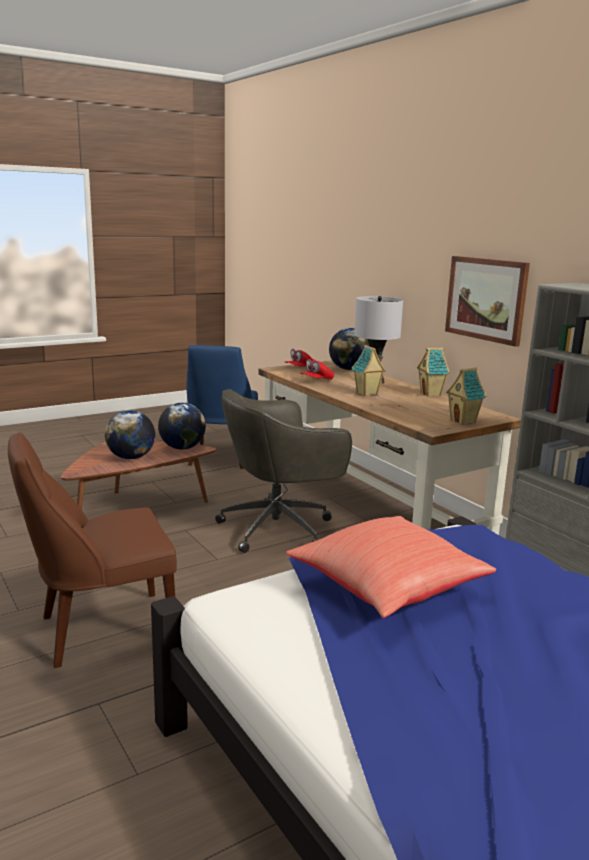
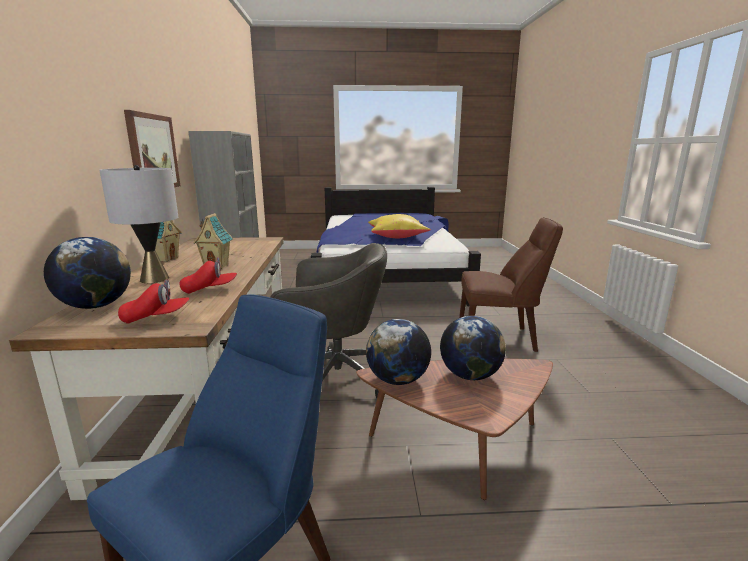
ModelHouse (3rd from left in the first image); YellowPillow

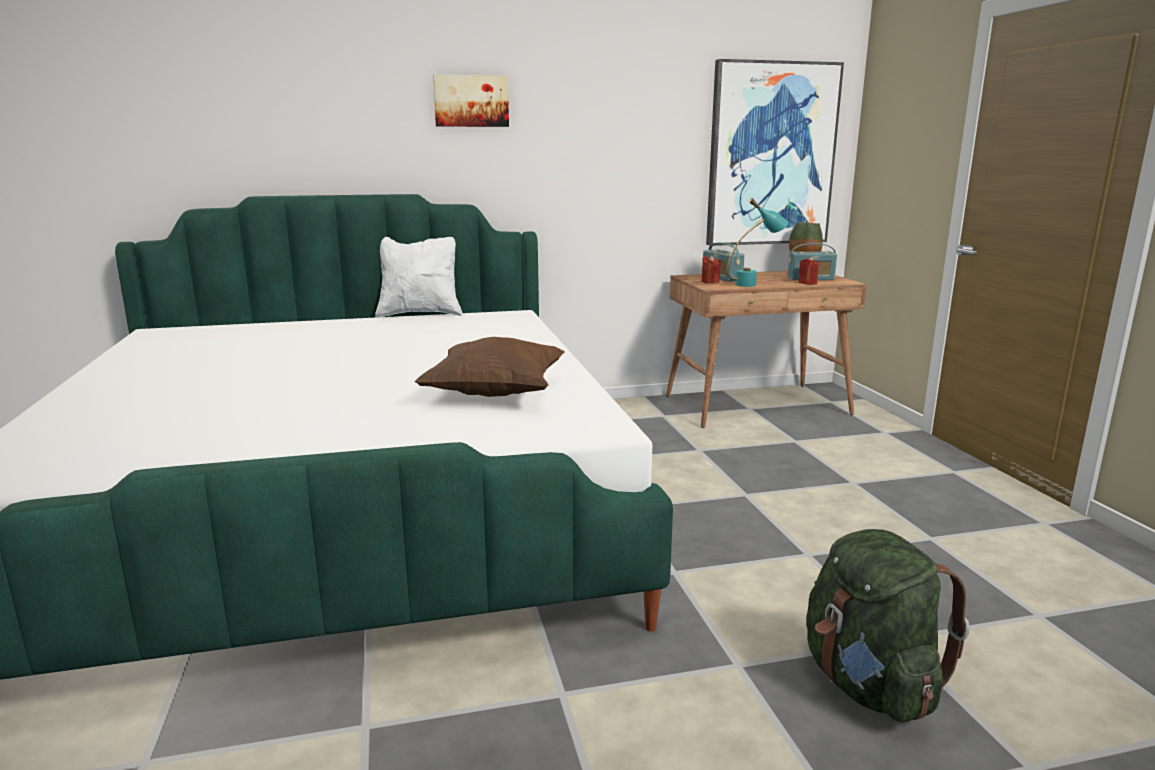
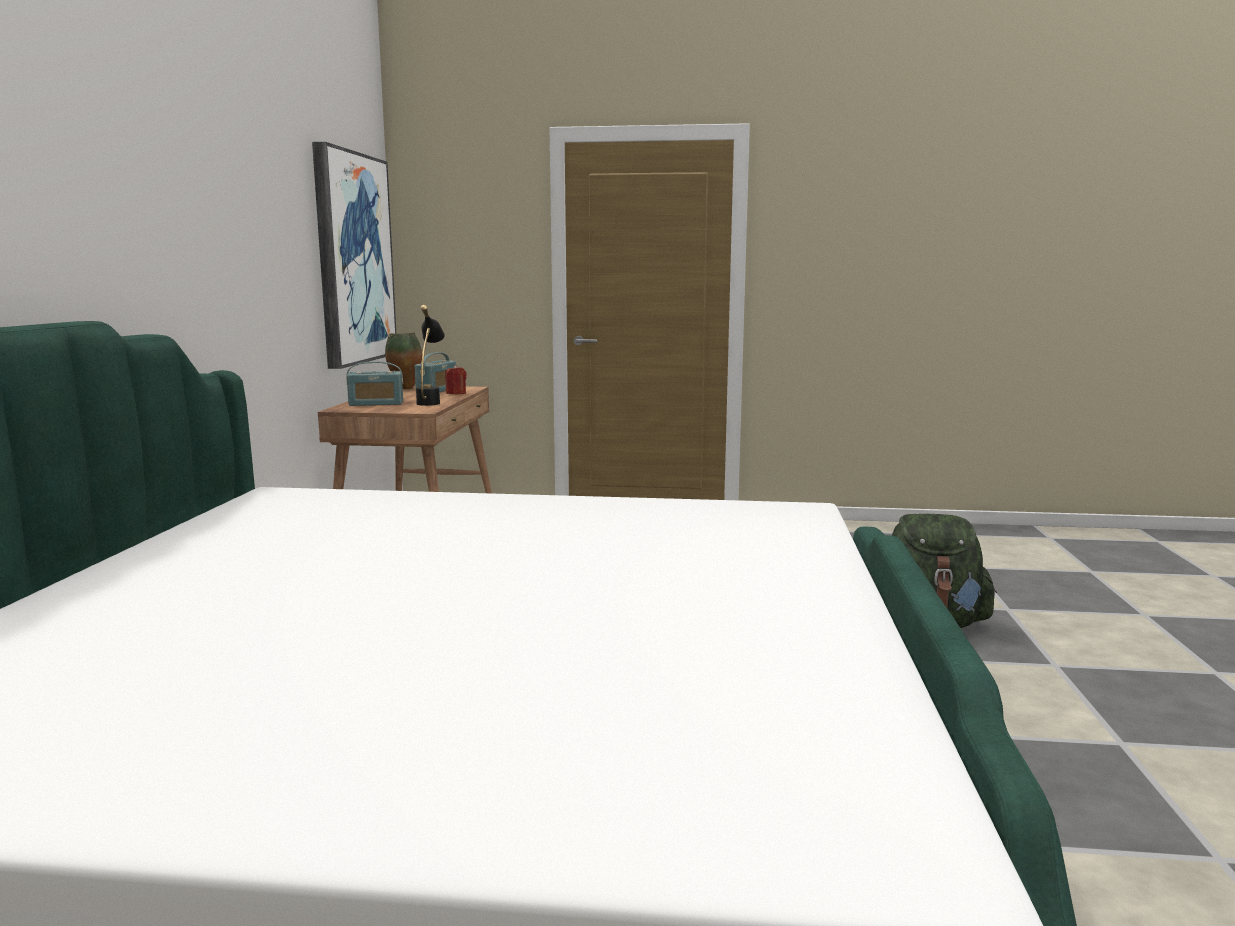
WhiteColouredPillow; BrownishPillow; WallArt (1st from left in the first image); ReddishWaxCandle (1st from left in the first image); BlackLampForATable

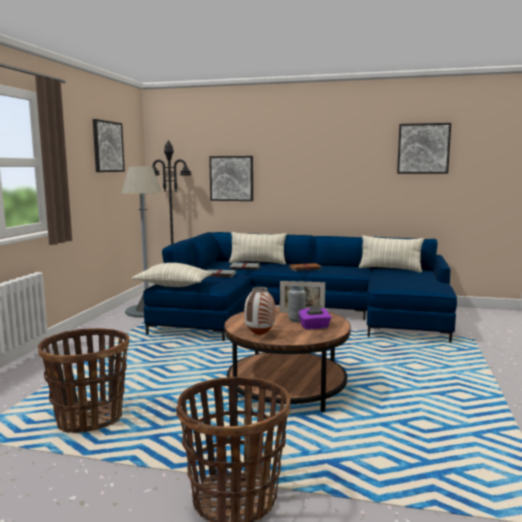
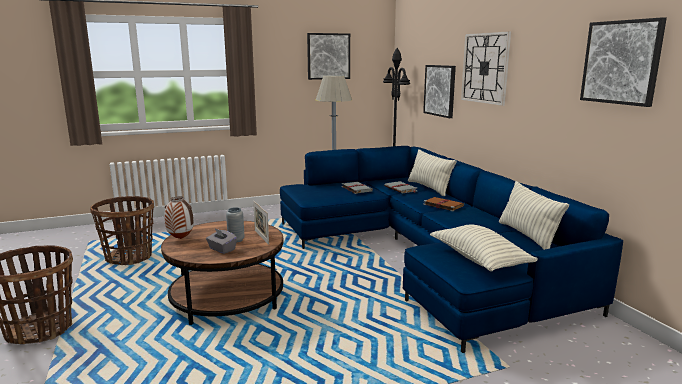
ClockOnTheWall; Pillow (2nd from left); GreyTissueBox

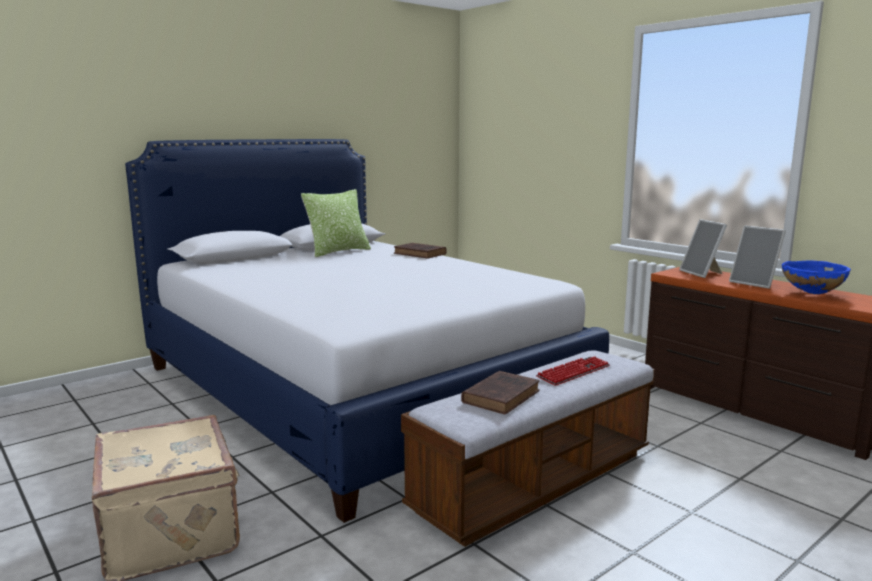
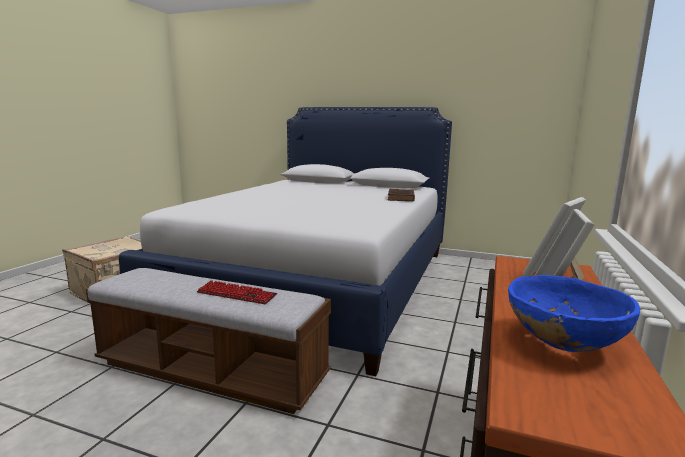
Pillow; BrownishBook (2nd from left in the first image)

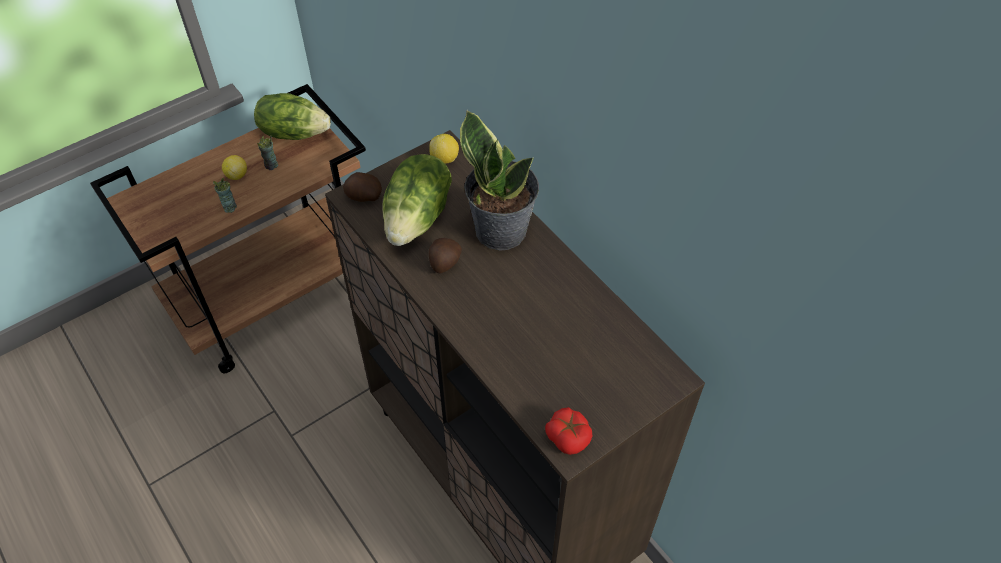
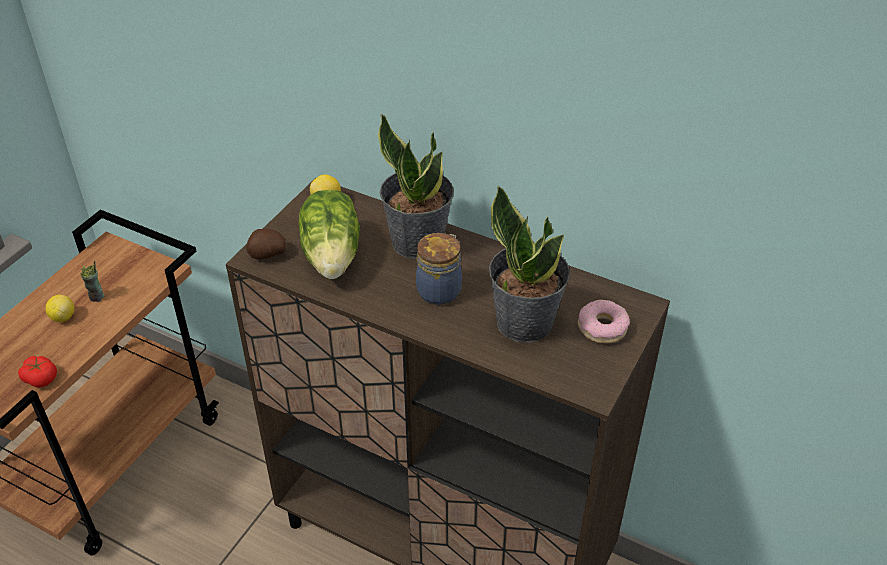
Cup (1st from left in the first image); HeadOfLettuce (1st from left in the first image); WholePotato (2nd from left in the first image); PreserveJar; PlantInAPot (2nd from left); Donut; FreshTomato

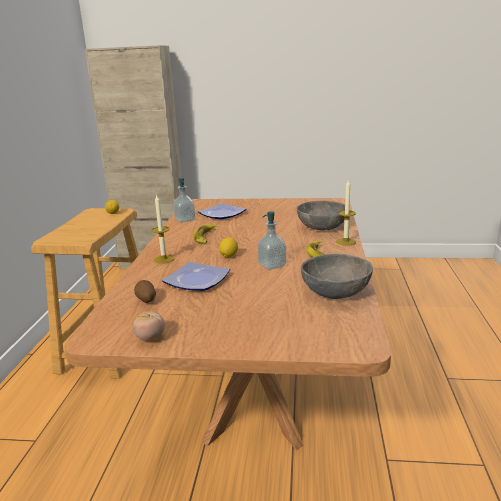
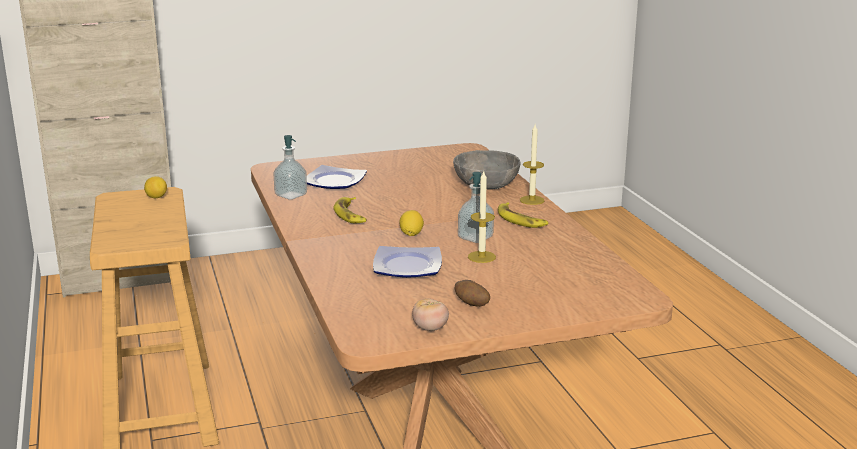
GreyServingBowl (2nd from left in the first image); WholePotato; WaxCandle (1st from left)

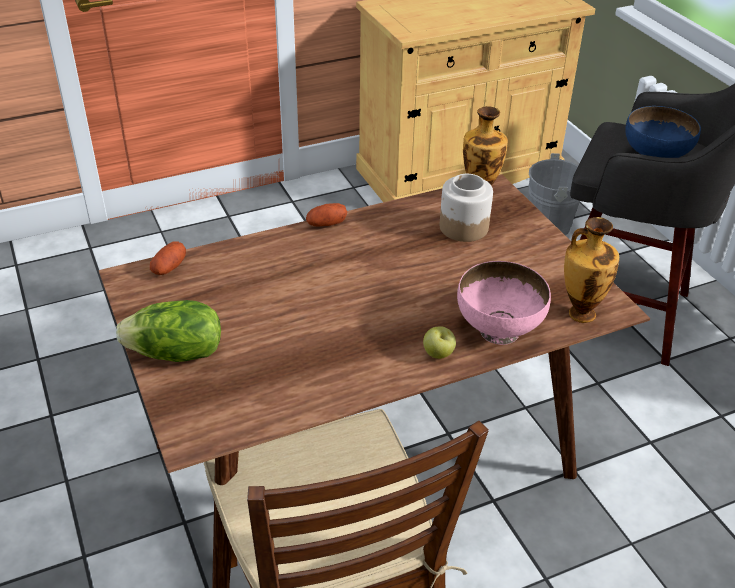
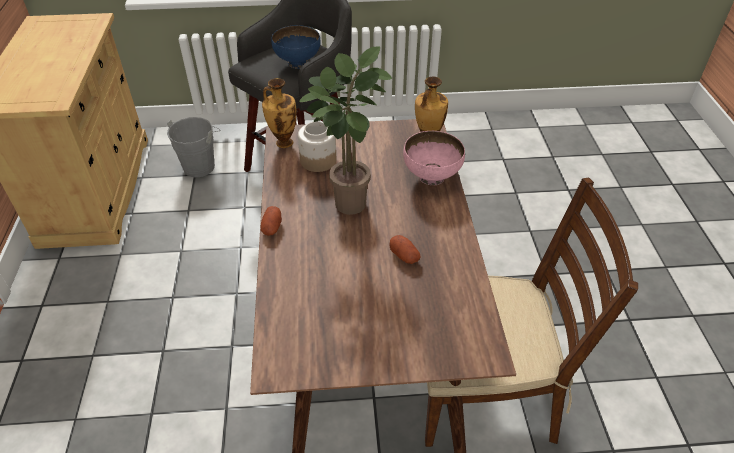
HeadOfLettuce; WholeApple; PlantInAPot; WholePotato (2nd from left)

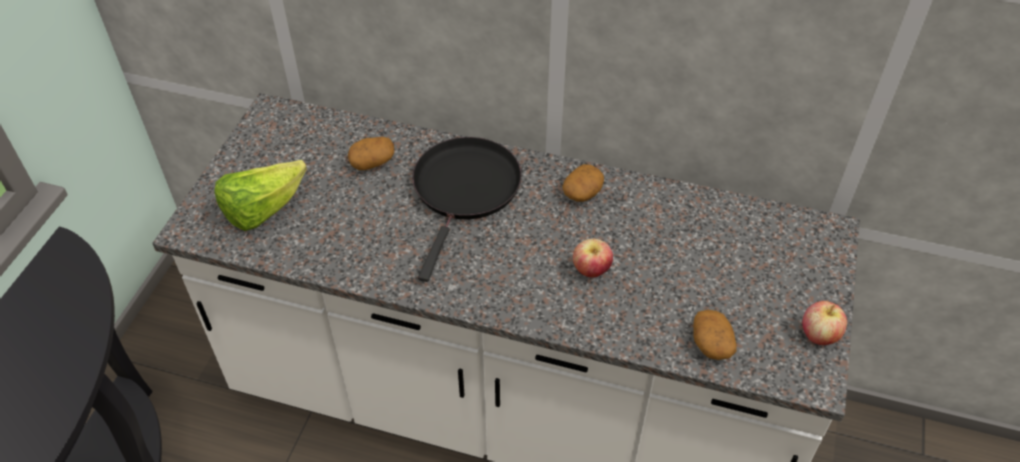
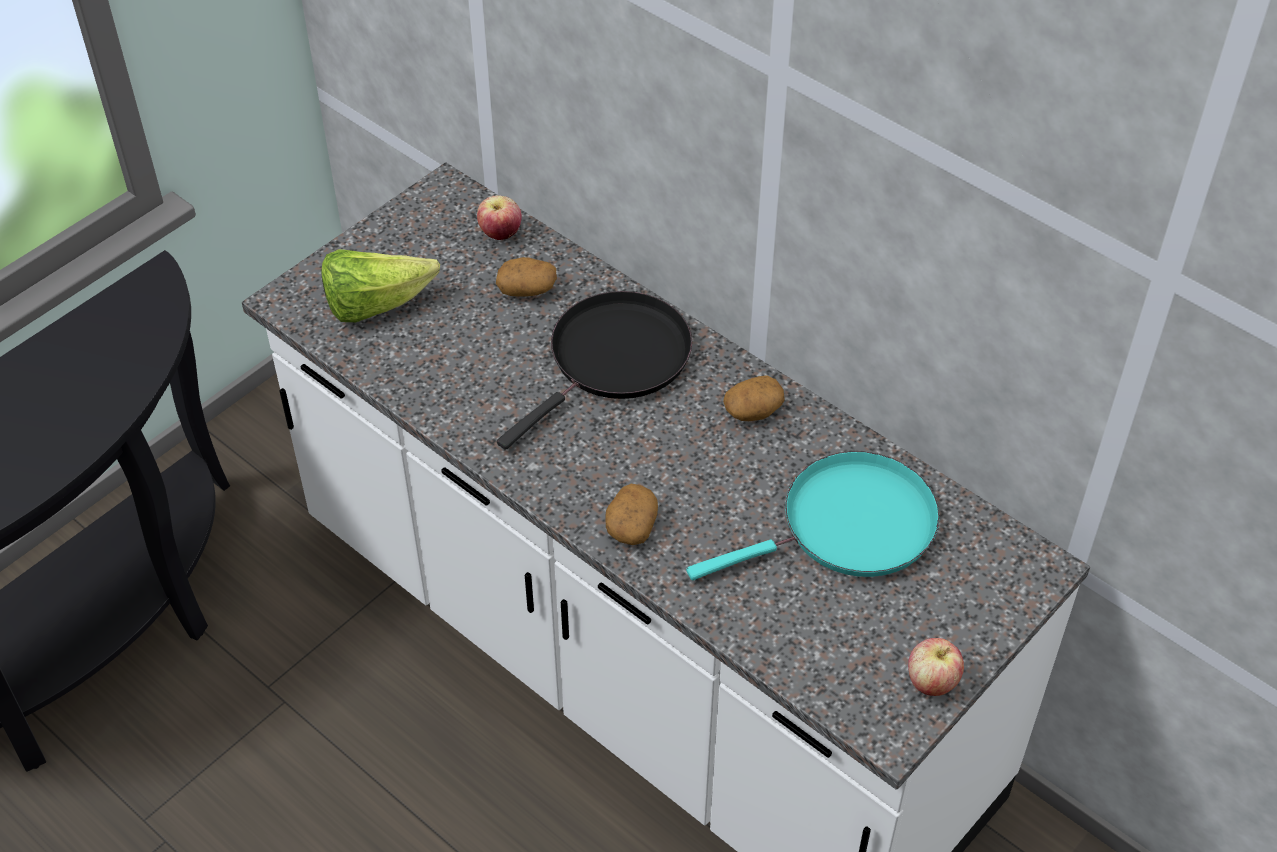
BlueGreenPan; WholeApple (1st from left); WholePotato (2nd from left)

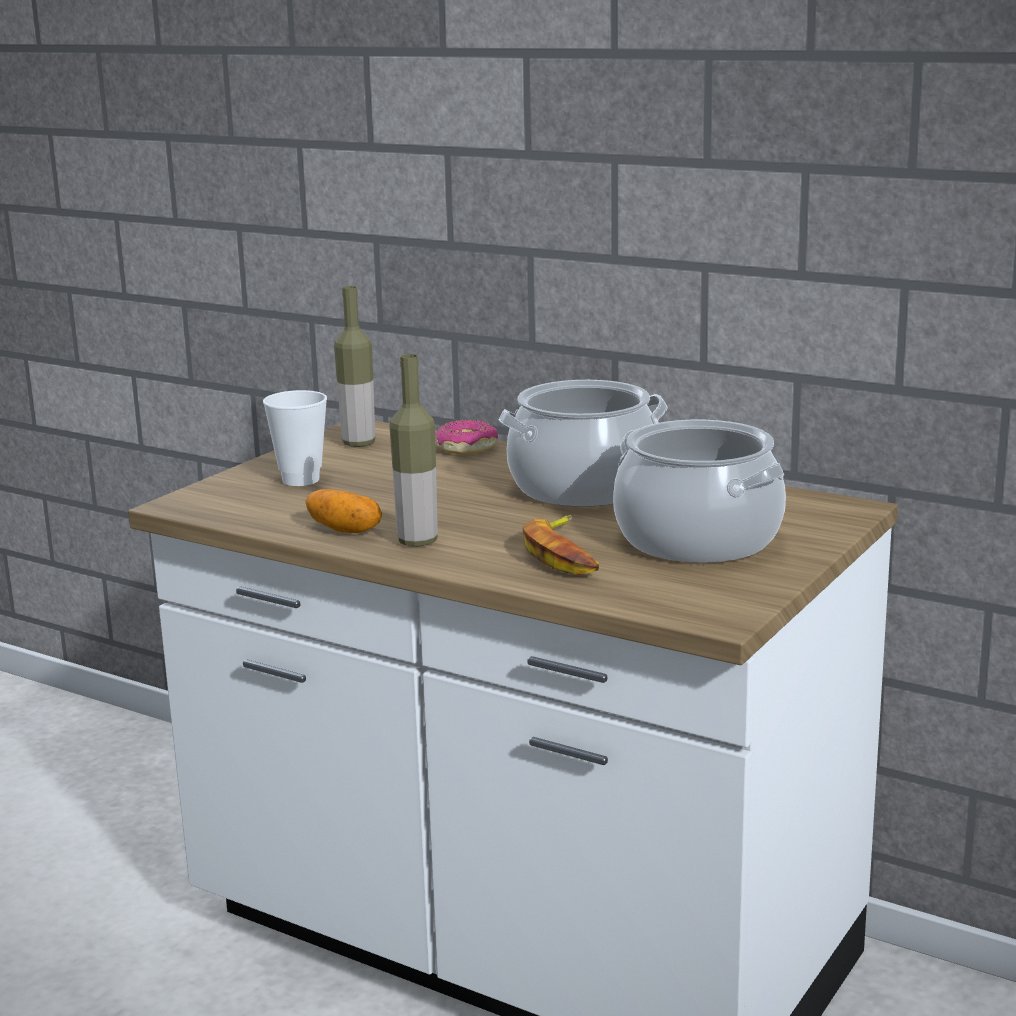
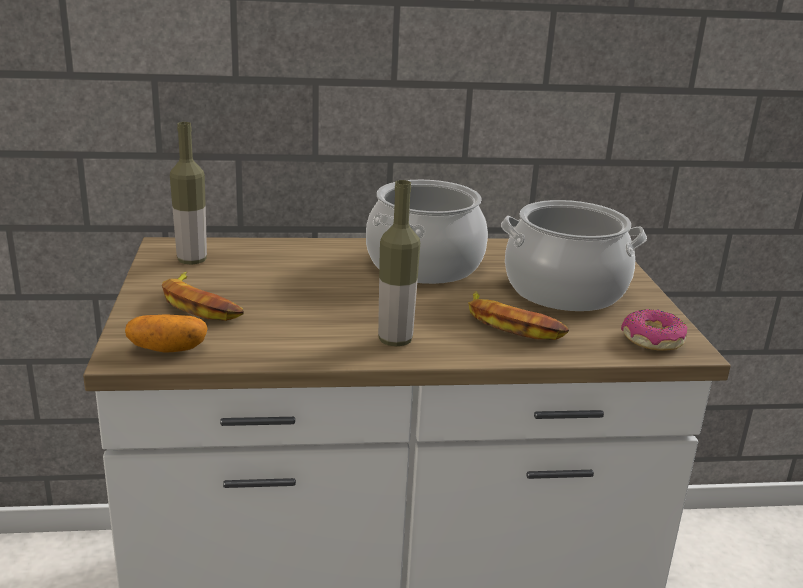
WholePotato; Donut; WholeBanana (1st from left)

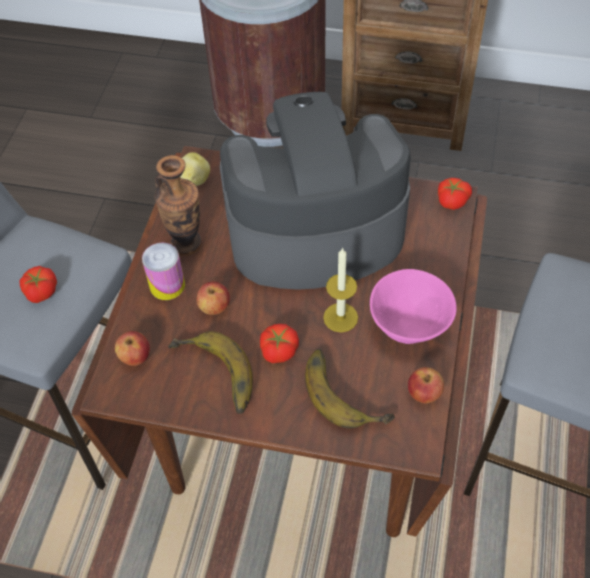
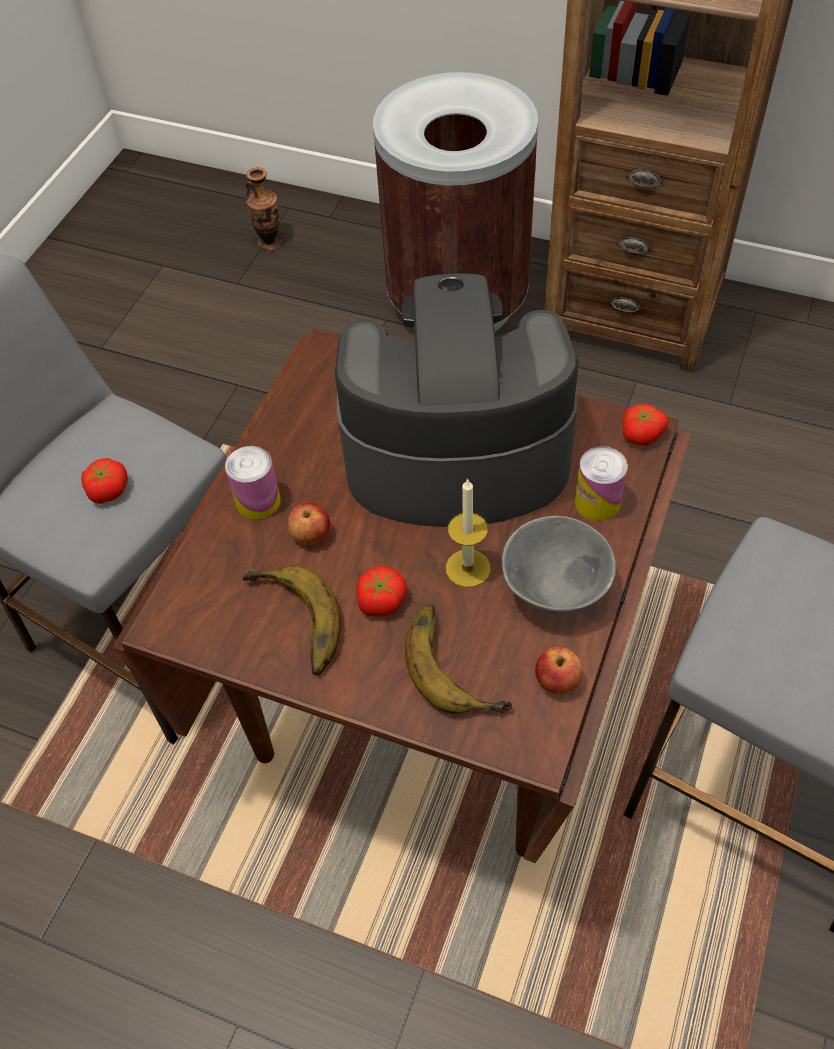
WholeApple (1st from left in the first image); WholePotato; SealedCan (2nd from left); FlowerVase; GreyServingBowl

